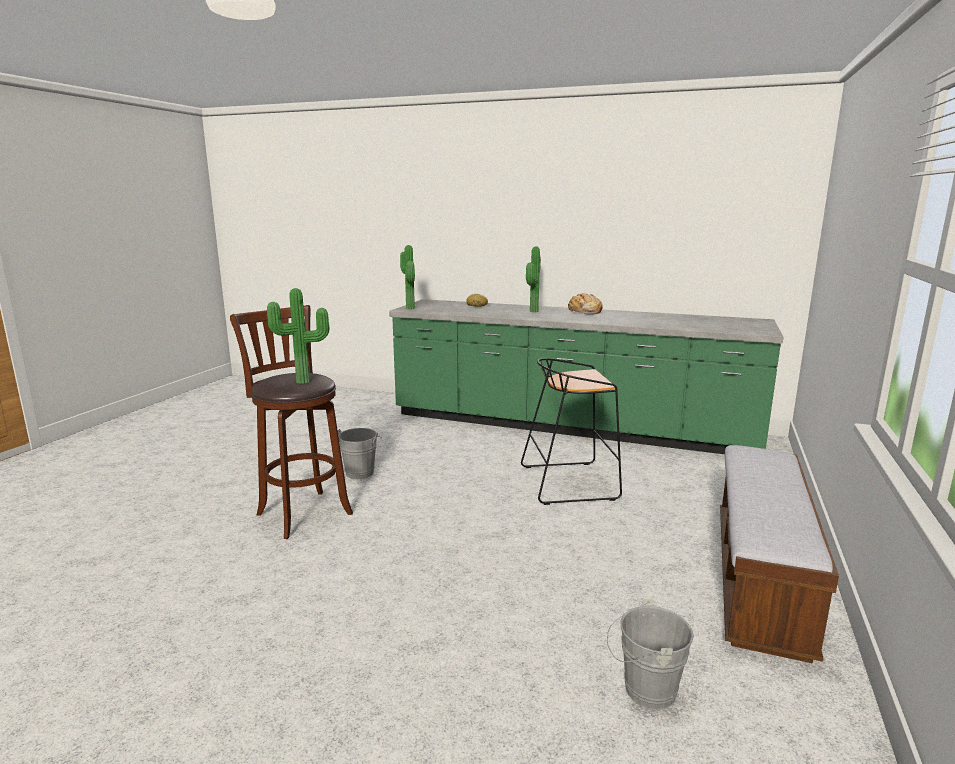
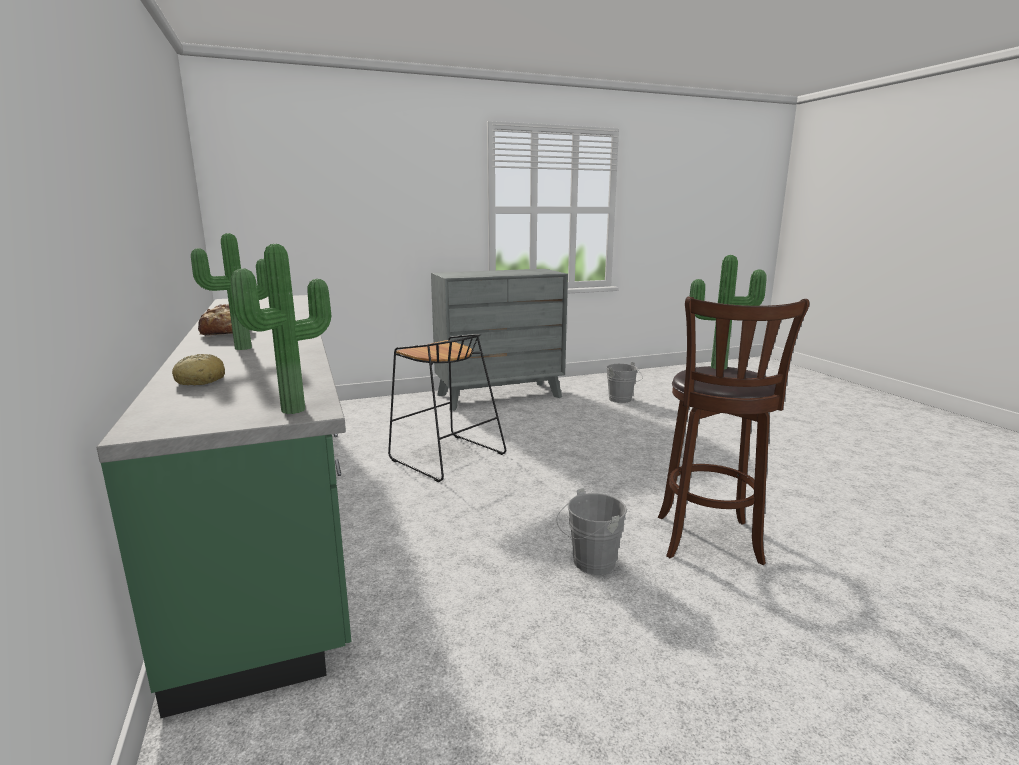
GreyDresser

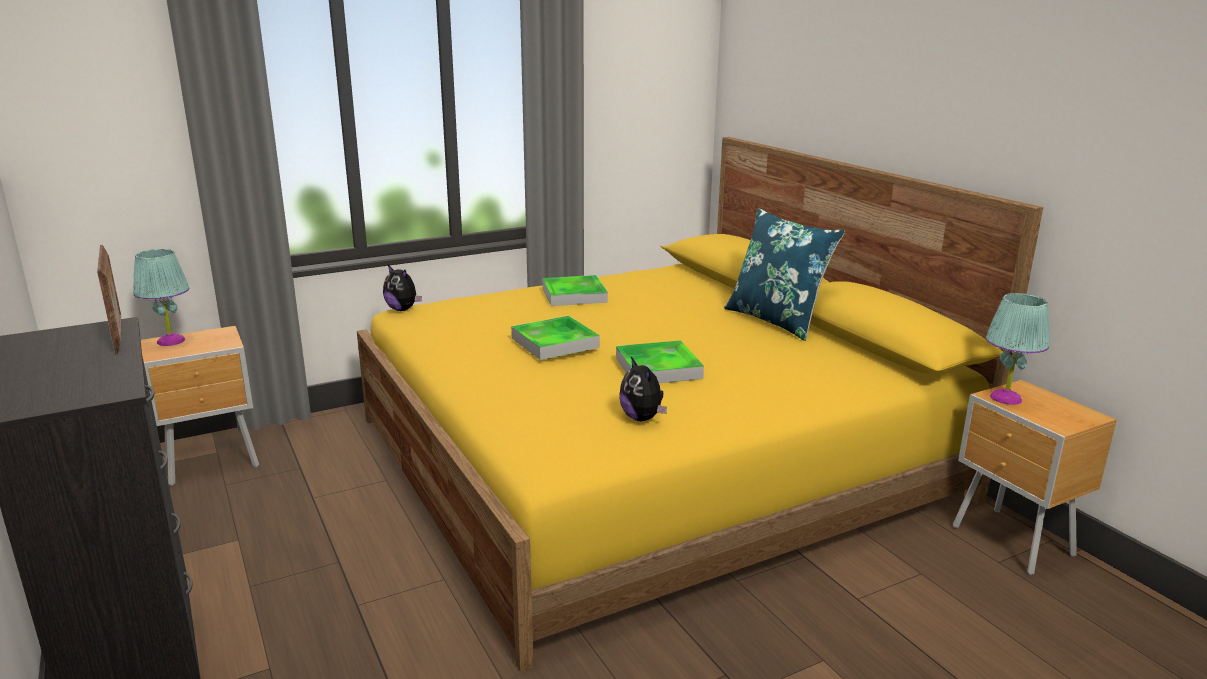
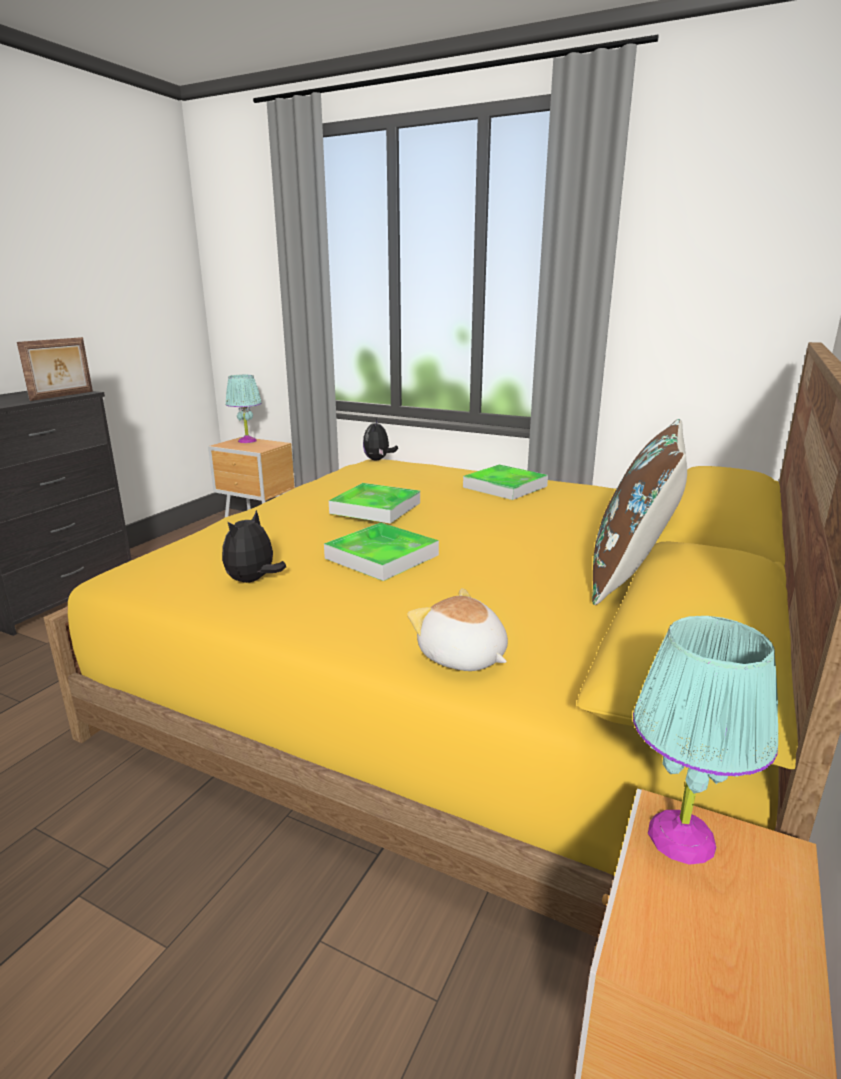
CuddlyToy (3rd from left); BrownishPillow

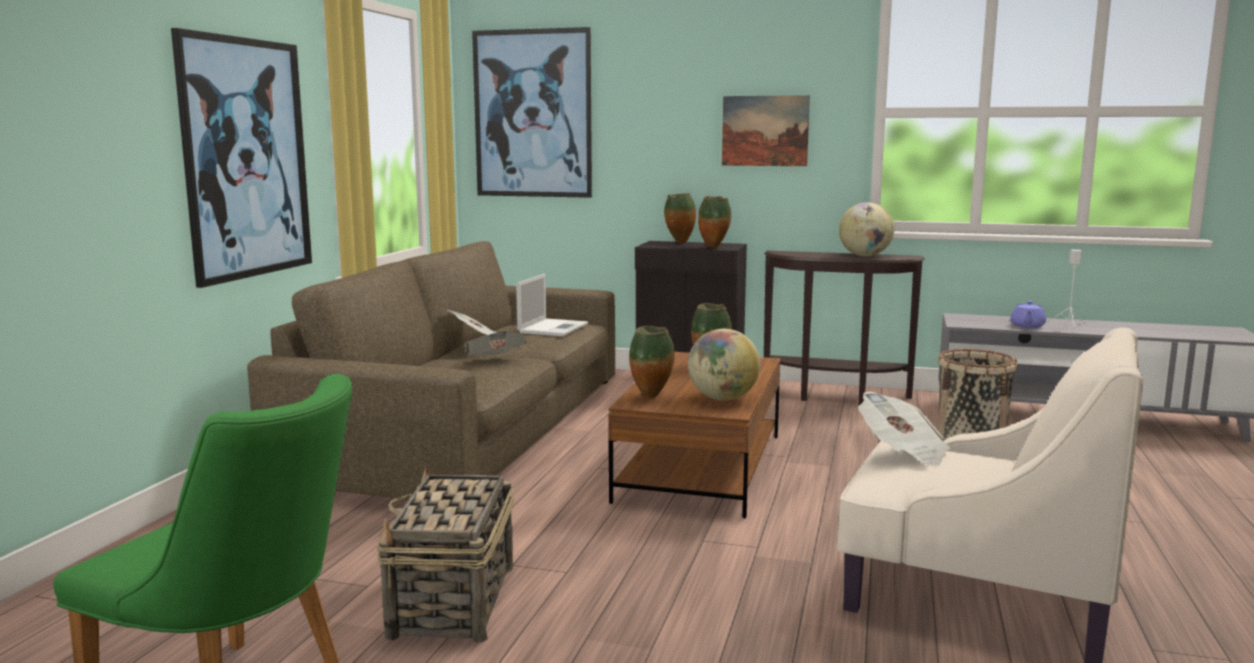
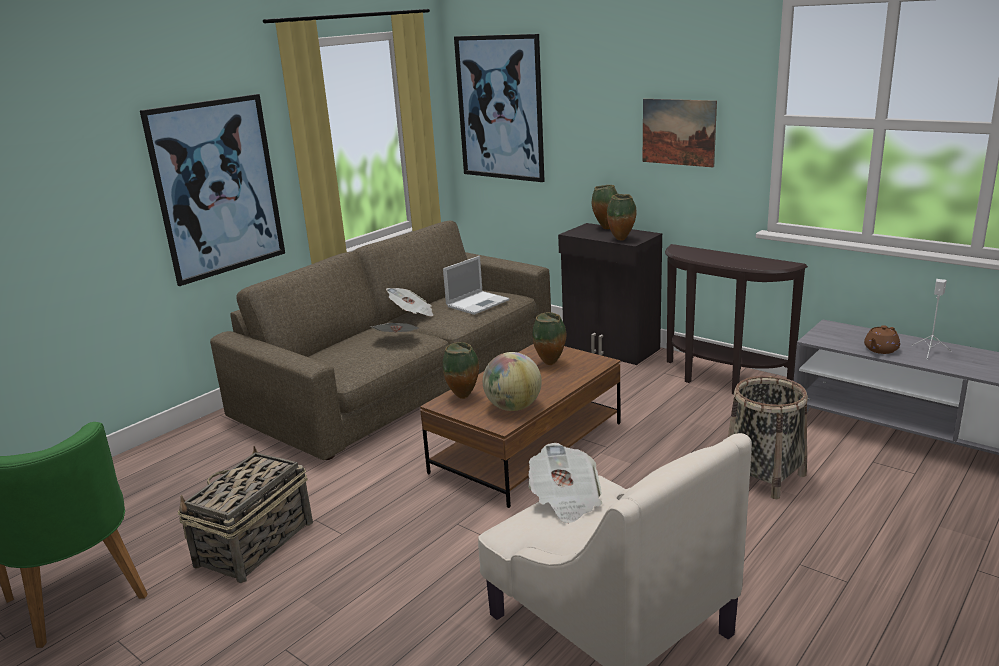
WorldGlobe (2nd from left in the first image); BrownishTeaPot

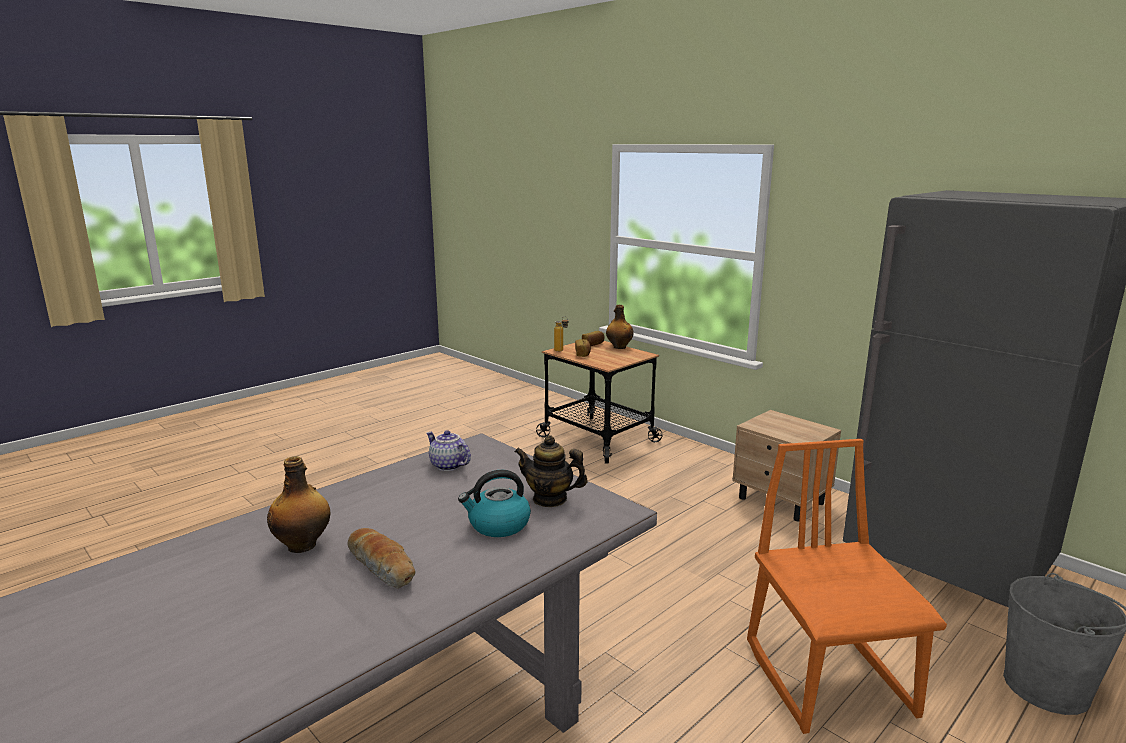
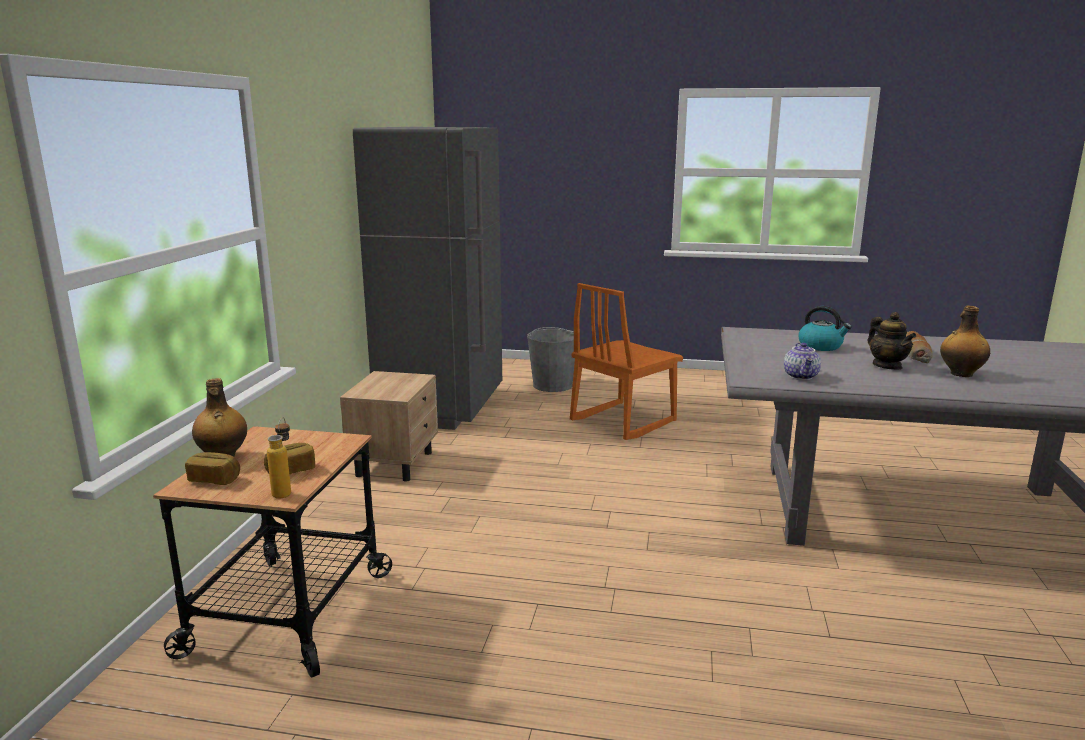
TeaPot (2nd from left)

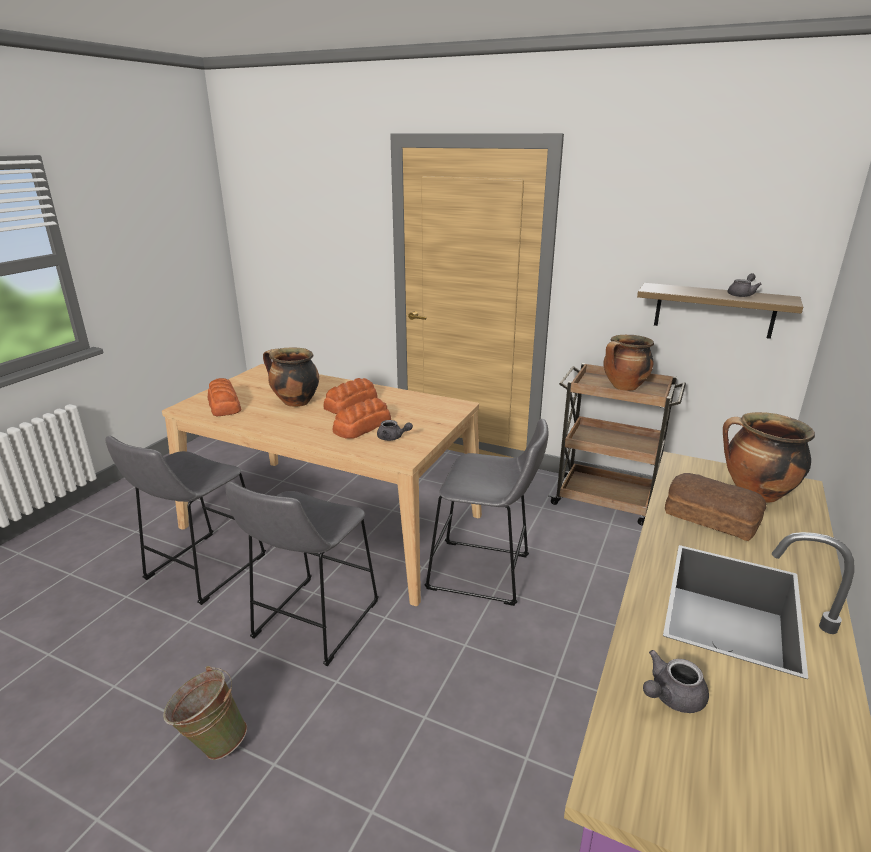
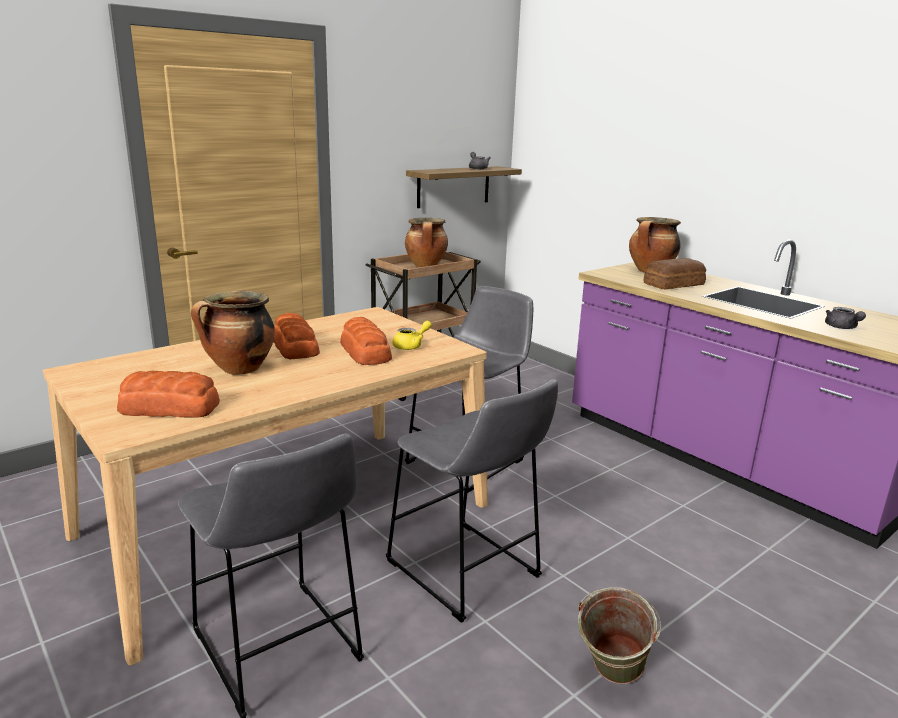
YellowTeaPot

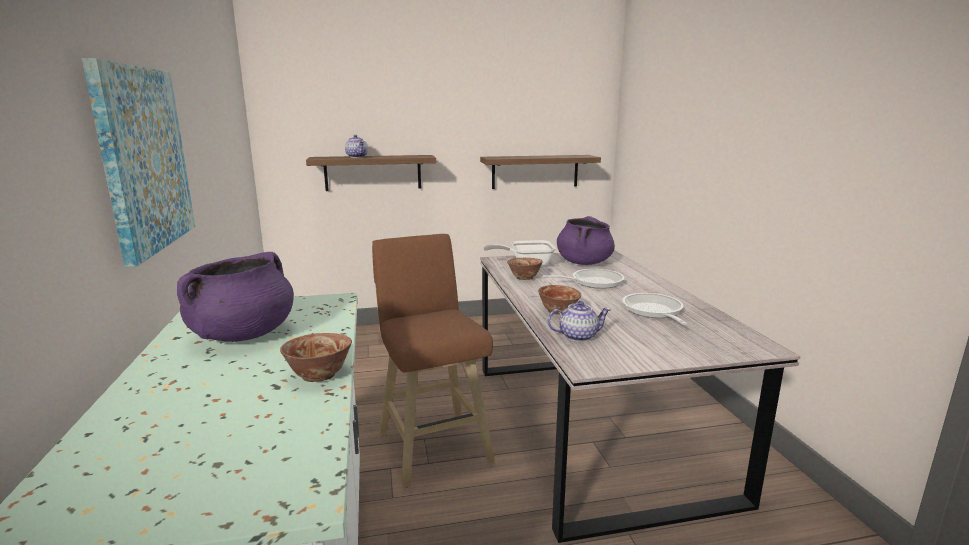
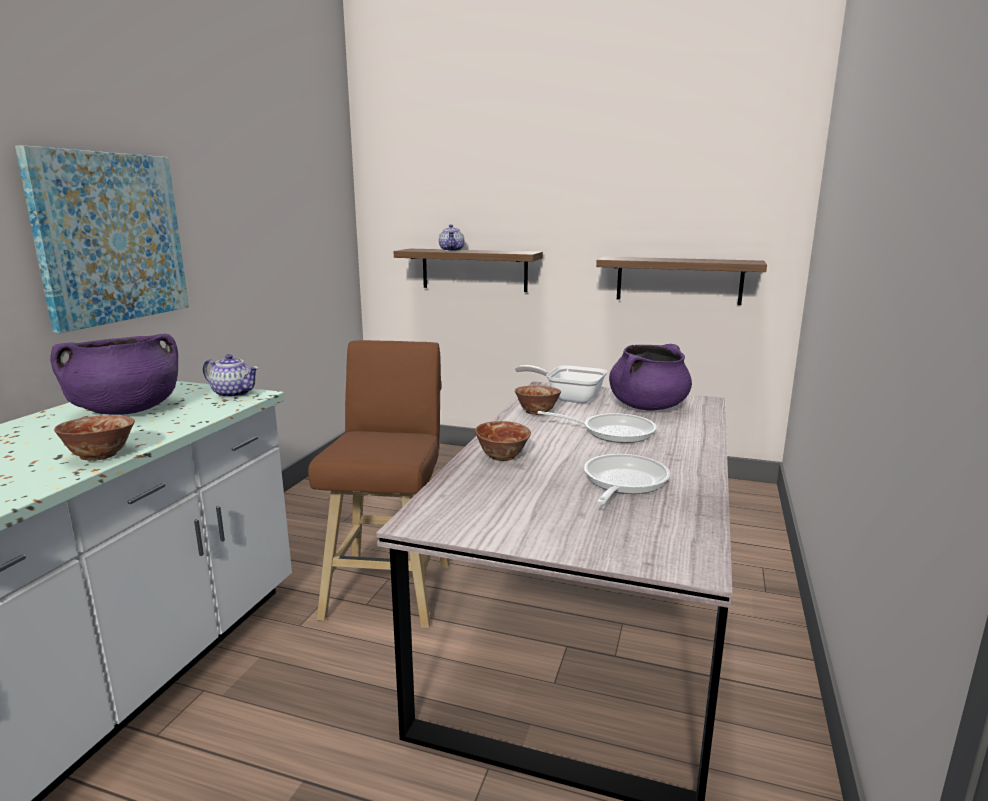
TeaPot (1st from left)

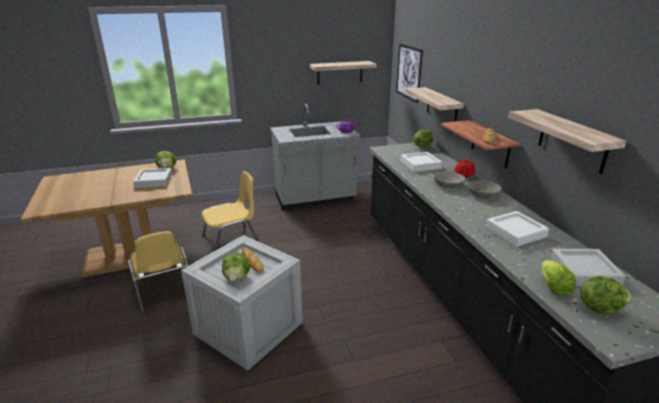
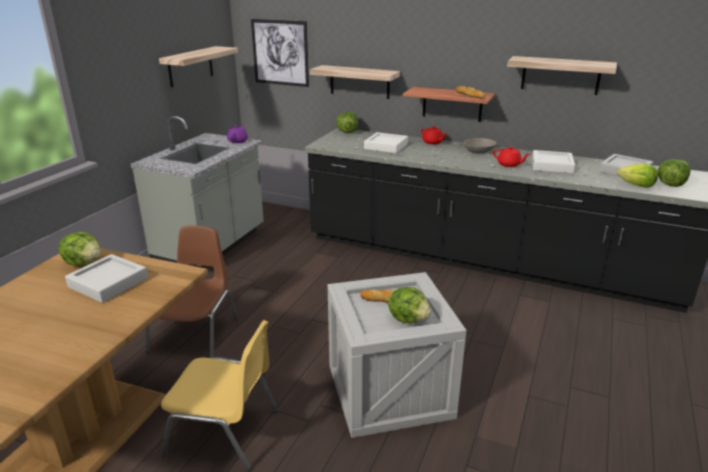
GreyServingBowl (1st from left in the first image); ReddishTeaPot (2nd from left); BrownishChair

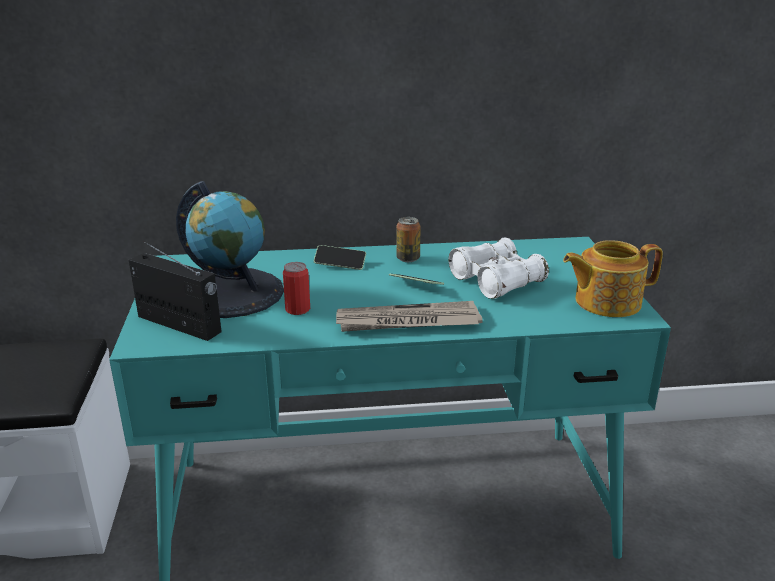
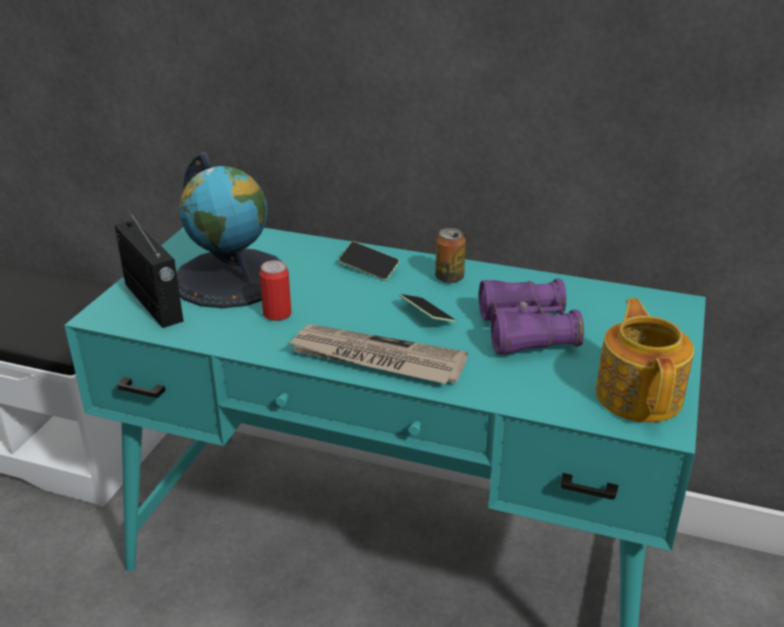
PurplePairOfBinoculars; TeaPot

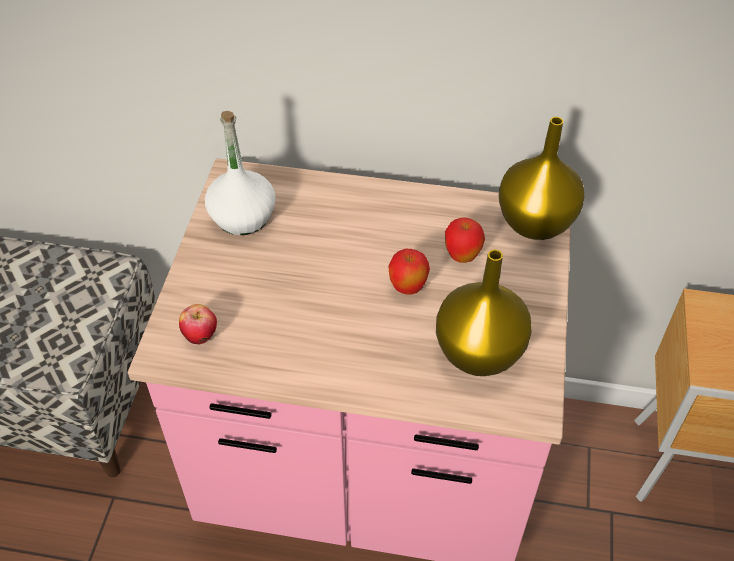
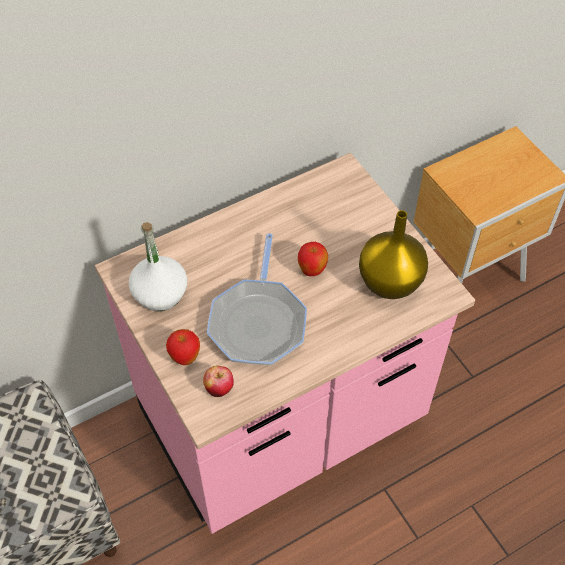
YellowFlowerVase (2nd from left in the first image); Pan; WholeApple (1st from left)

